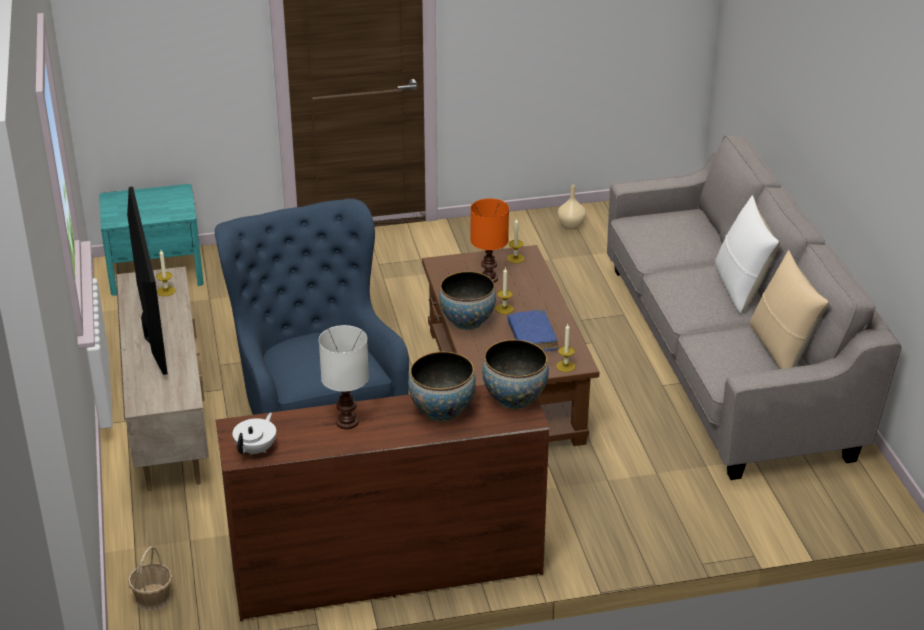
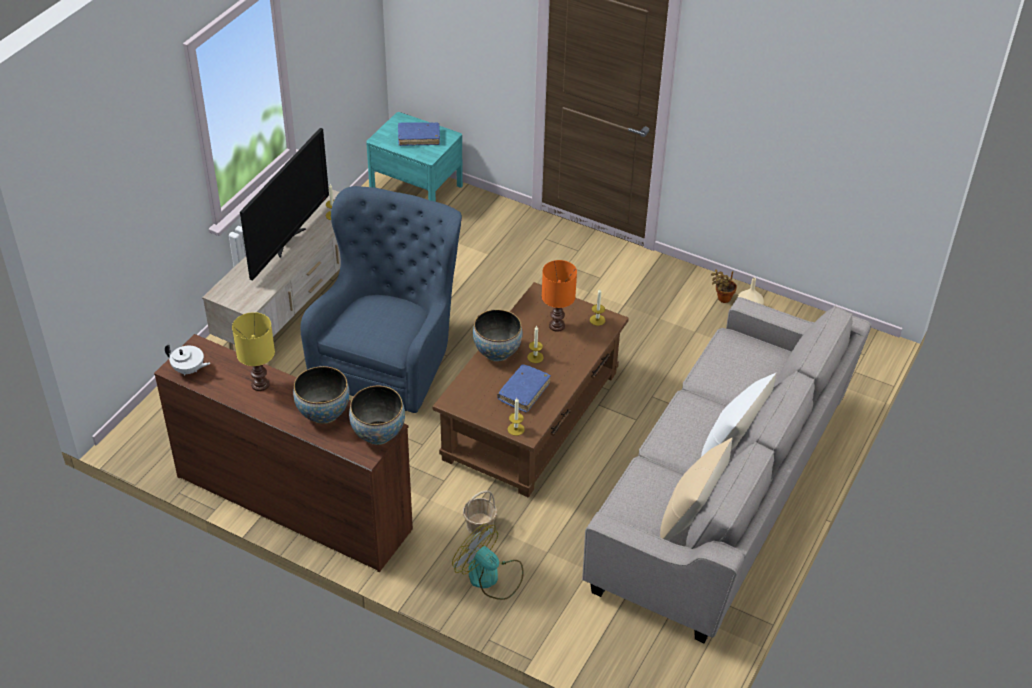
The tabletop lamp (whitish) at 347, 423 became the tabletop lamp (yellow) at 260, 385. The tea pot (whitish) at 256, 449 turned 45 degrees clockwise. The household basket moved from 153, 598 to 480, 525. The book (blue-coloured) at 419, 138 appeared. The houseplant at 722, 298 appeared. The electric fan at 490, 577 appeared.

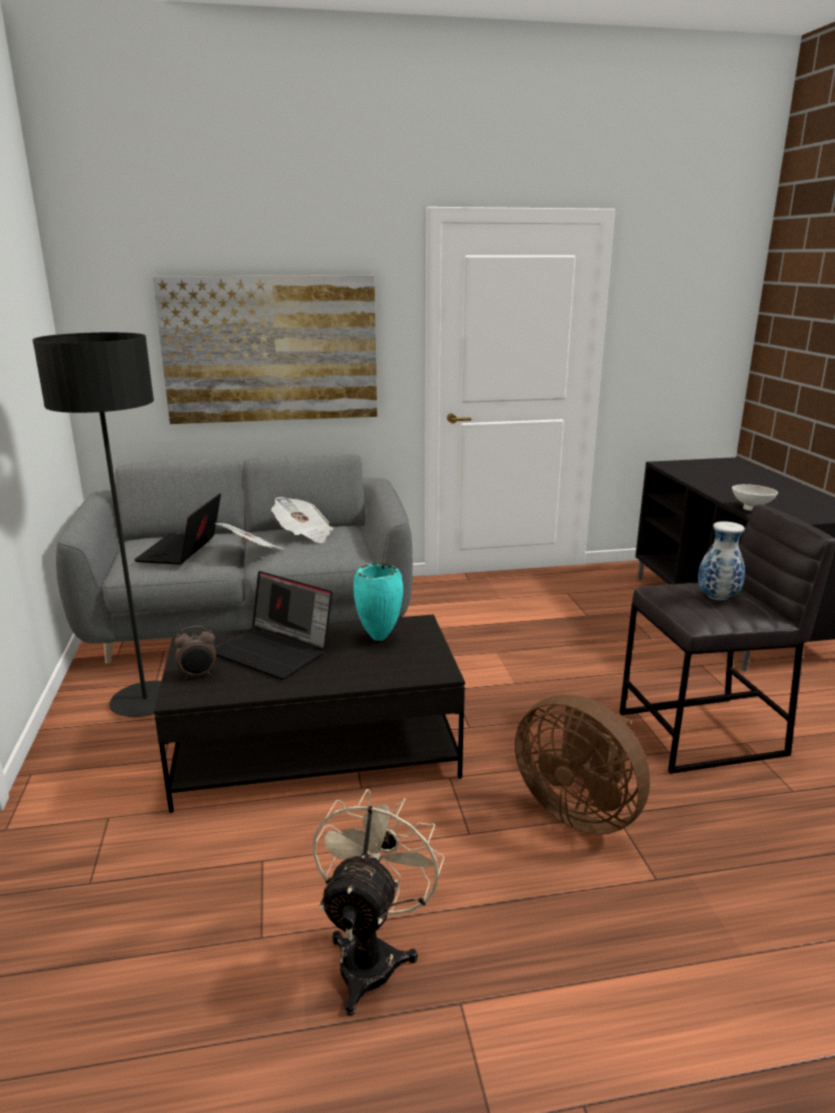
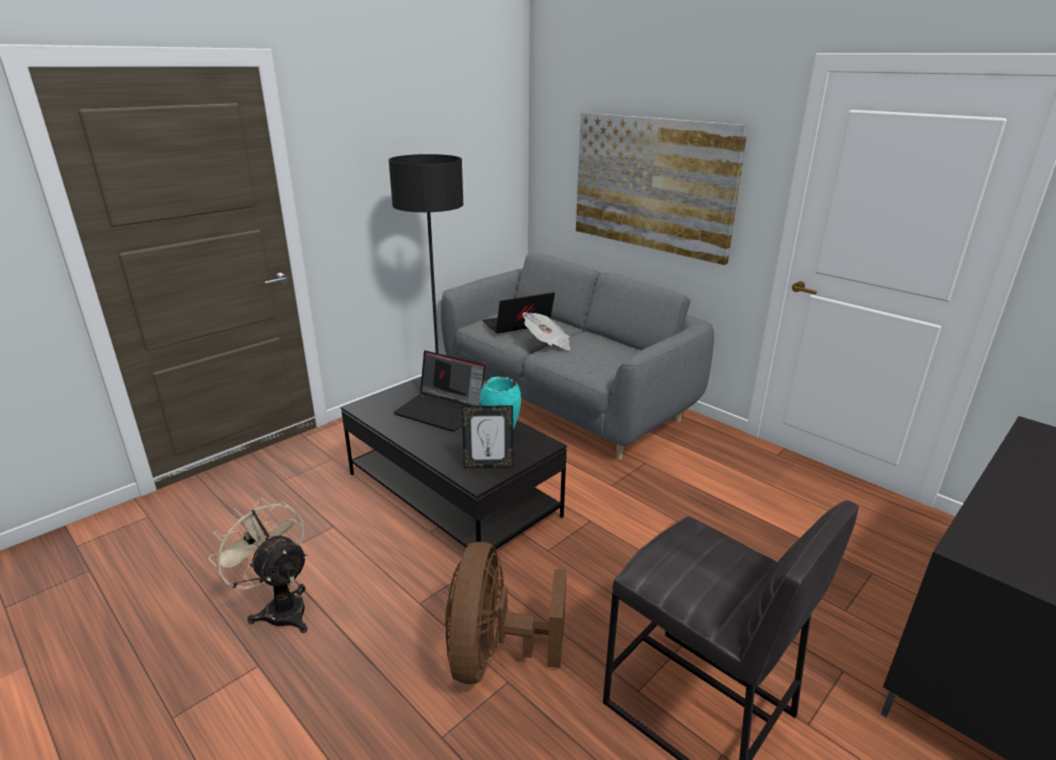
The deep dish (whitish) at 750, 508 disappeared. The daily paper at 304, 535 disappeared. The vase at 716, 597 disappeared. The notebook computer at 275, 651 turned 60 degrees counterclockwise. The bedside clock at 198, 675 disappeared. The electric fan (beige-coloured) at 372, 955 turned 120 degrees counterclockwise. The picture frame at 488, 465 appeared.

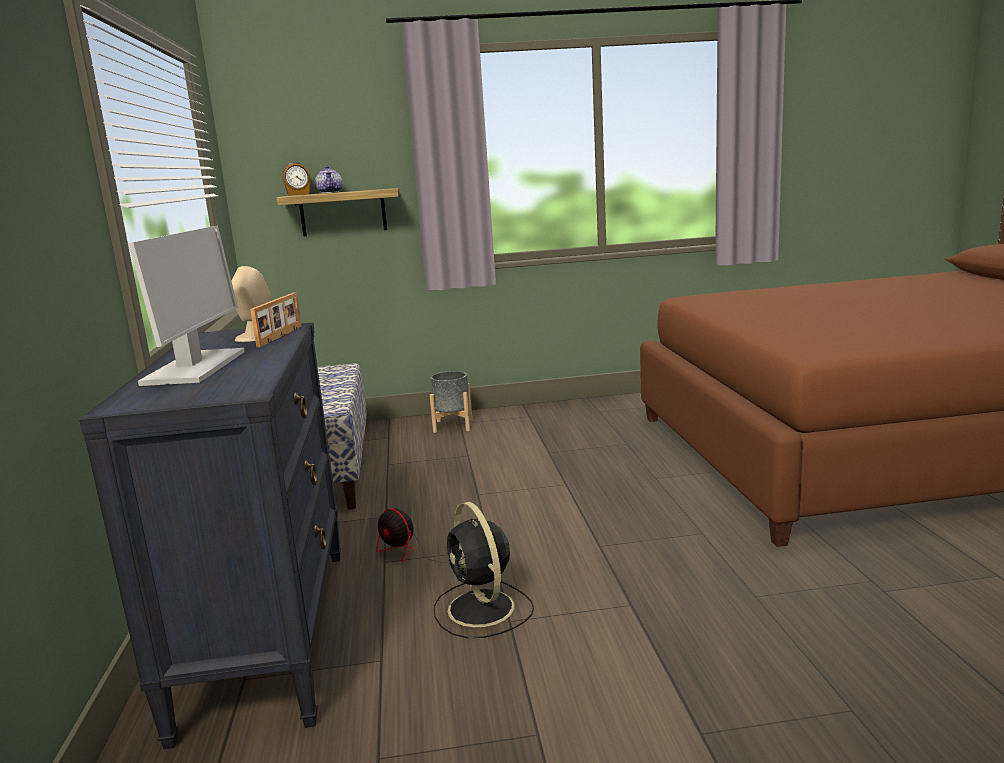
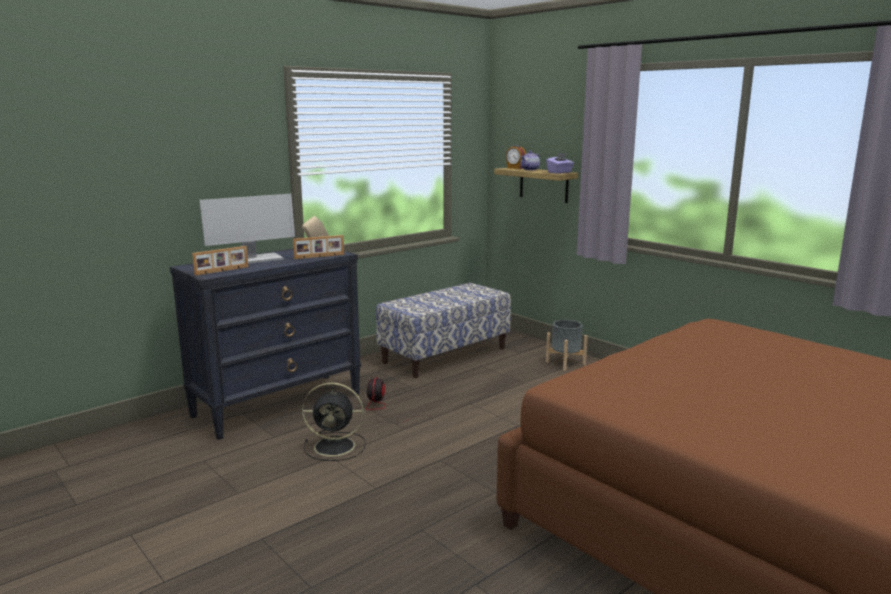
The electric fan (black) at 482, 610 turned 120 degrees counterclockwise. The tissue holder (purple) at 559, 172 appeared. The picture frame at 222, 271 appeared.

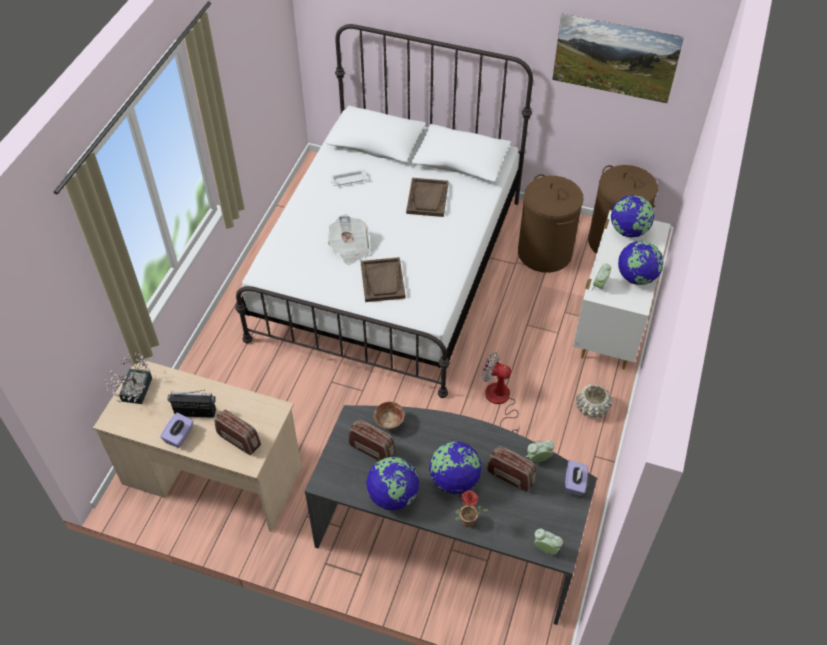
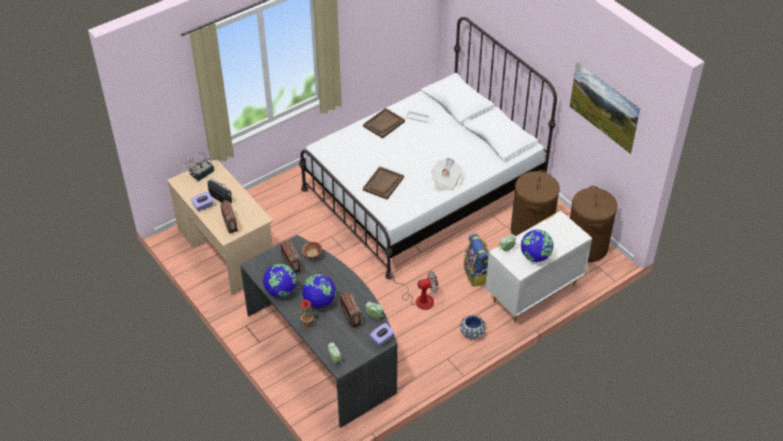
The serving tray (brown-coloured) moved from 427, 198 to 384, 124. The world globe at 629, 231 disappeared. The daily paper moved from 349, 248 to 445, 181. The electric fan at 500, 402 turned 105 degrees clockwise. The plant pot (beige-coloured) at 591, 408 became the plant pot (blue-coloured) at 472, 332. The knapsack at 476, 274 appeared.

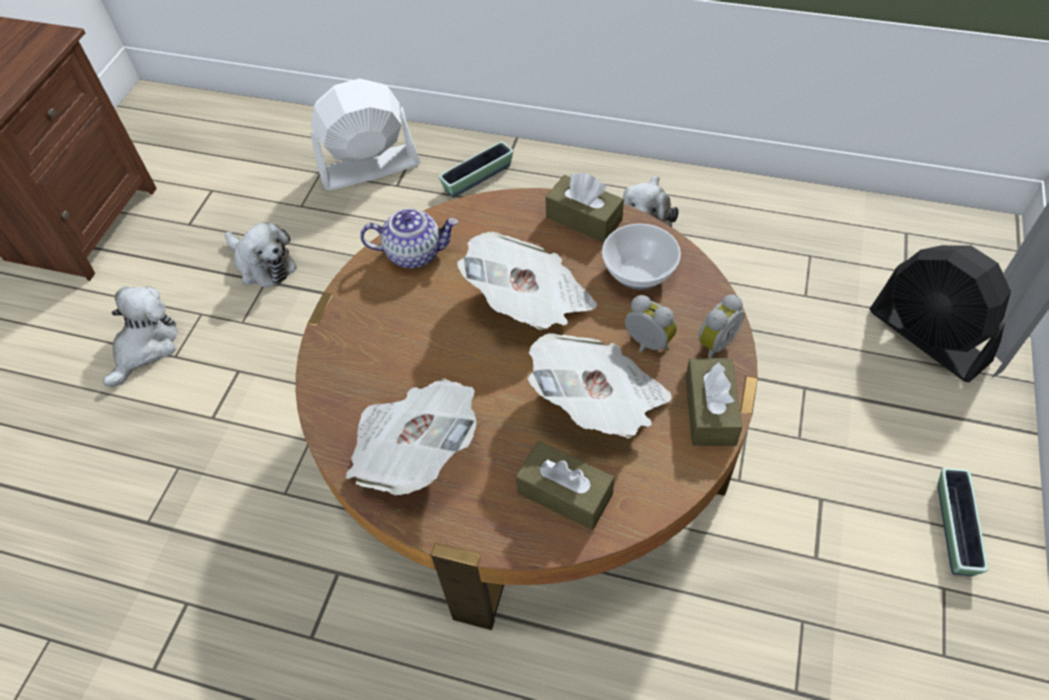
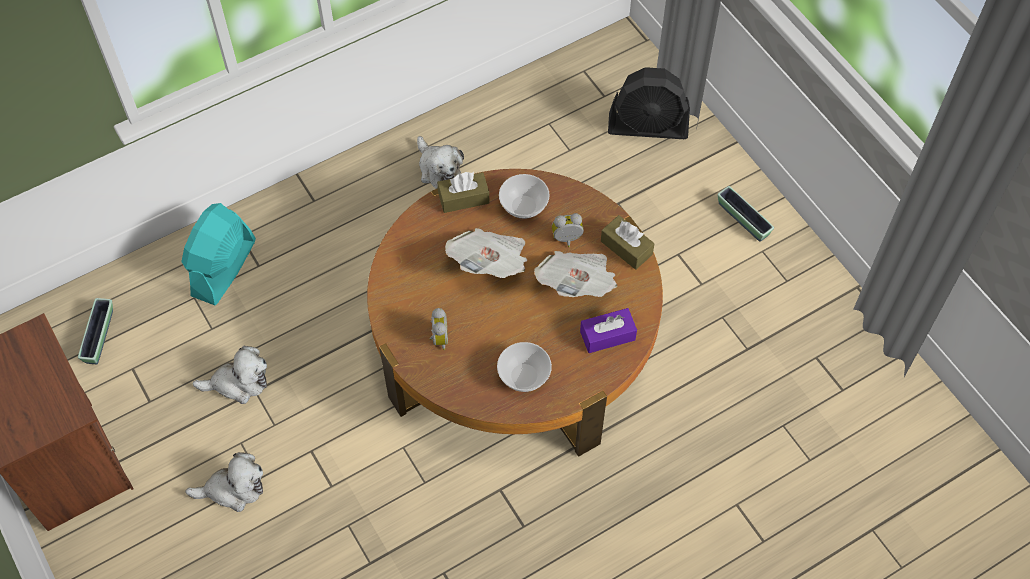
The electric fan (whitish) at 369, 167 became the electric fan (turquoise) at 223, 268. The plant pot moved from 478, 178 to 99, 336. The tea pot at 414, 253 disappeared. The plush toy at 146, 347 turned 105 degrees clockwise. The bedside clock moved from 714, 343 to 438, 338. The daily paper at 413, 451 was replaced by the deep dish at 523, 377. The tissue holder (brown-coloured) at 565, 493 became the tissue holder (purple) at 607, 335.

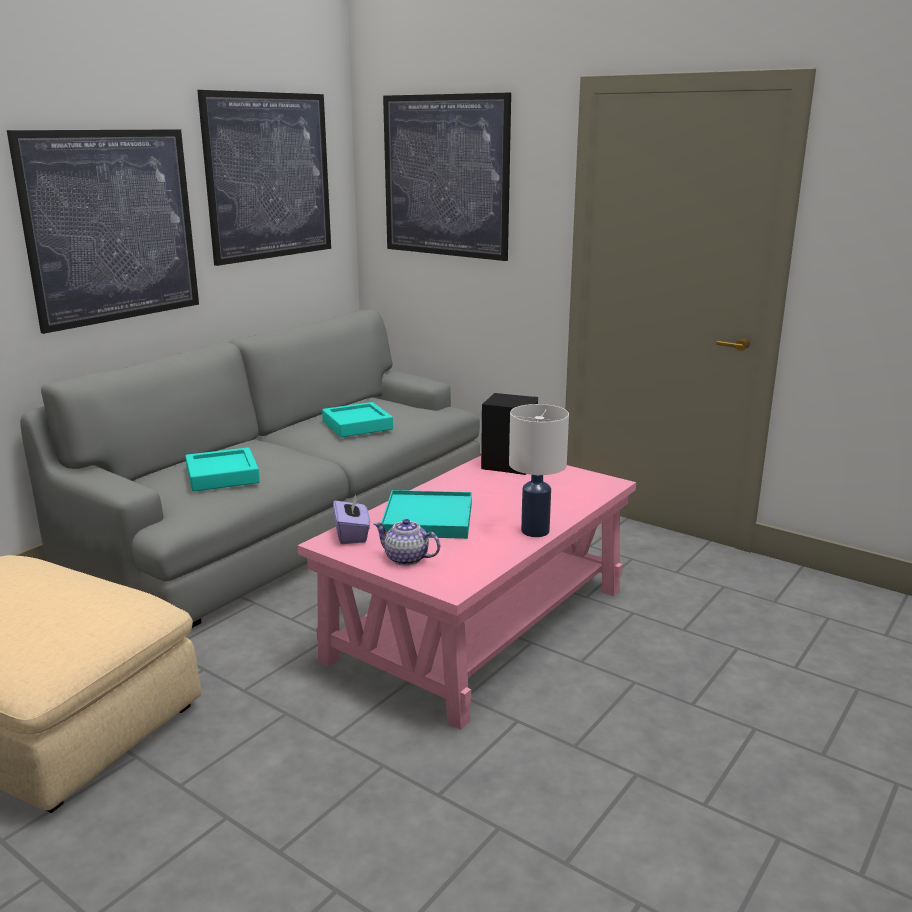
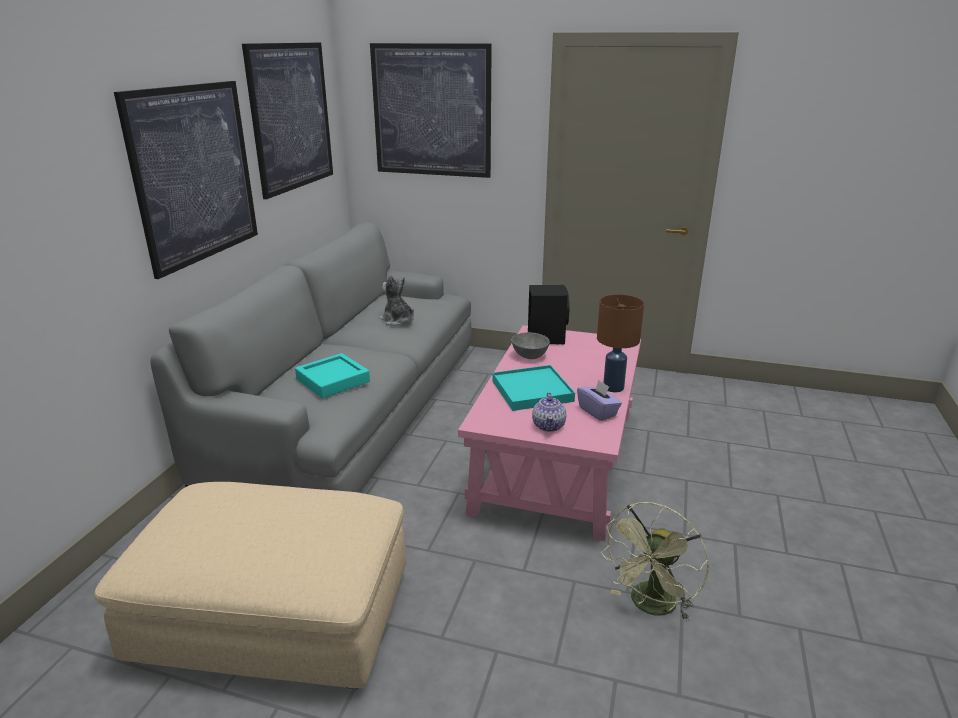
The serving tray (turquoise) at 357, 425 was replaced by the plush toy at 398, 320. The tabletop lamp (whitish) at 534, 531 became the tabletop lamp (brown-coloured) at 613, 388. The tissue holder (purple) moved from 352, 535 to 598, 412. The tea pot at 407, 559 turned 90 degrees counterclockwise. The deep dish (greyish) at 529, 355 appeared. The electric fan (green) at 651, 607 appeared.

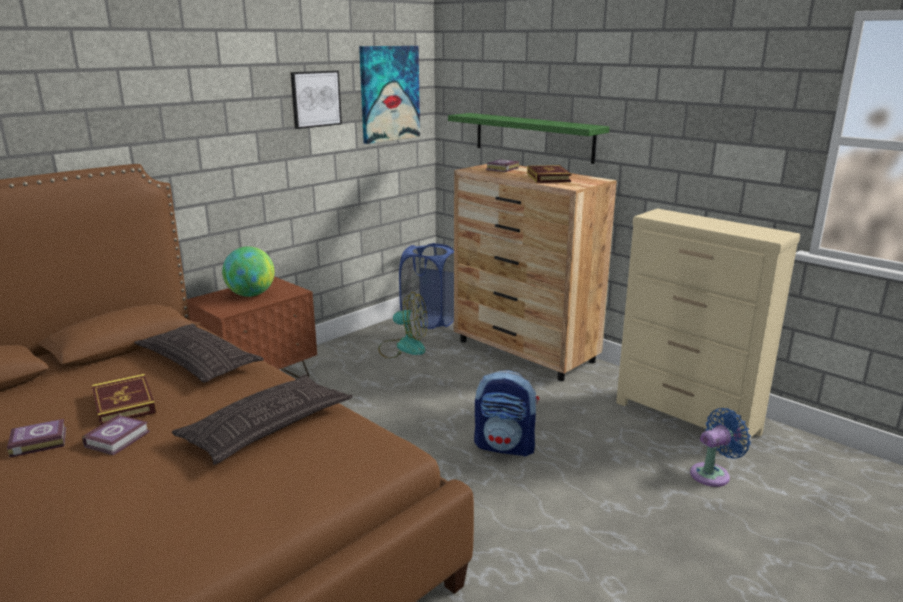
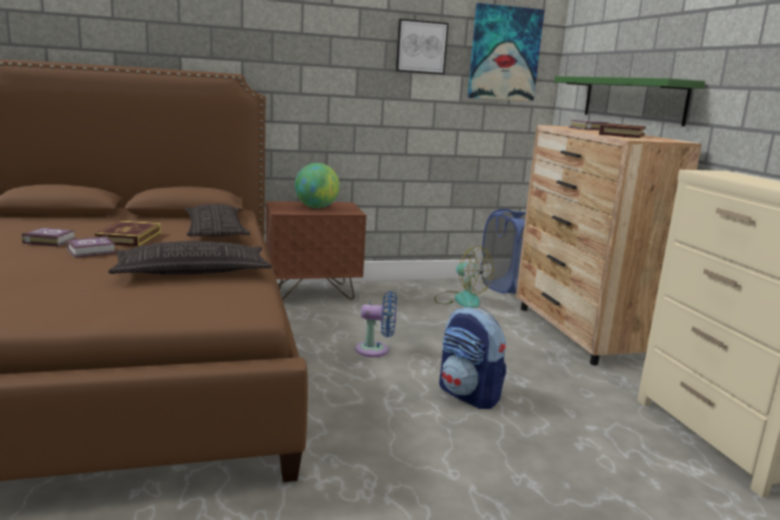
The electric fan (blue-coloured) moved from 713, 474 to 376, 350.

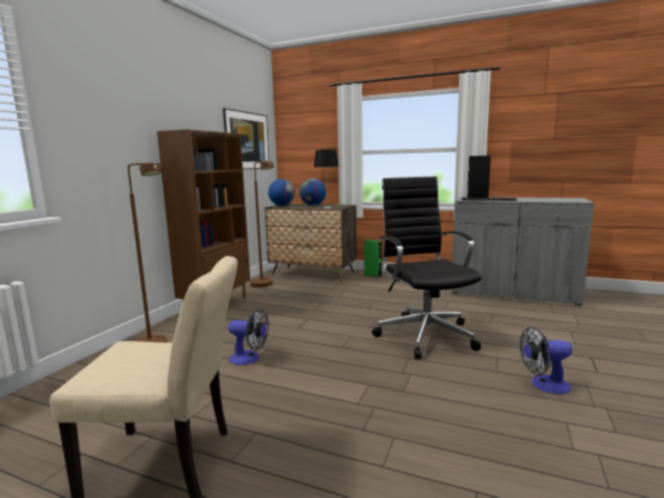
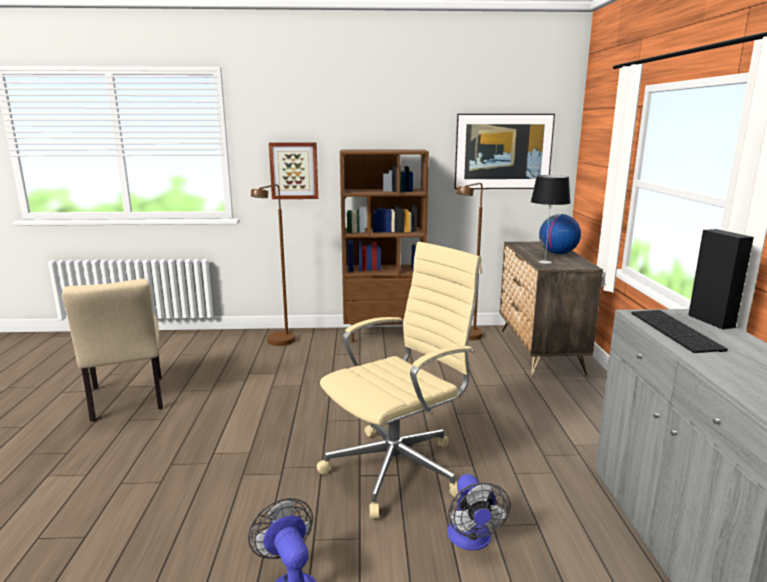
The desk chair (black) at 425, 334 became the desk chair (beige-coloured) at 398, 468. The world globe at 282, 205 disappeared. The loudspeaker (green) at 373, 275 disappeared. The electric fan moved from 249, 359 to 471, 540. The picture at 294, 170 appeared.

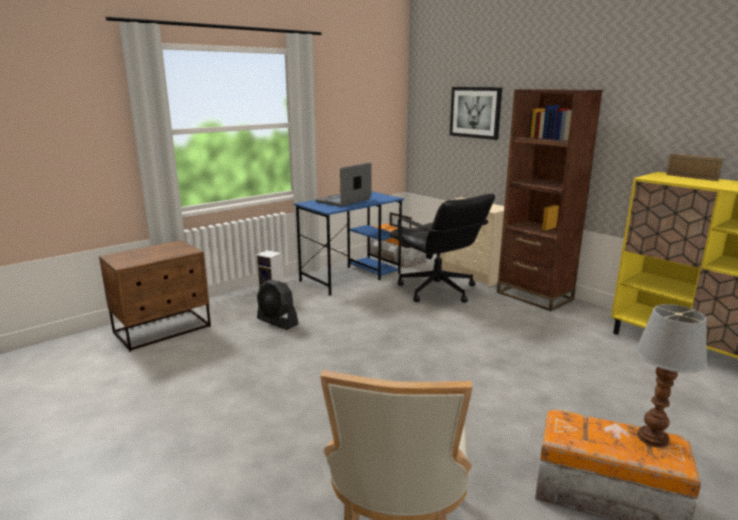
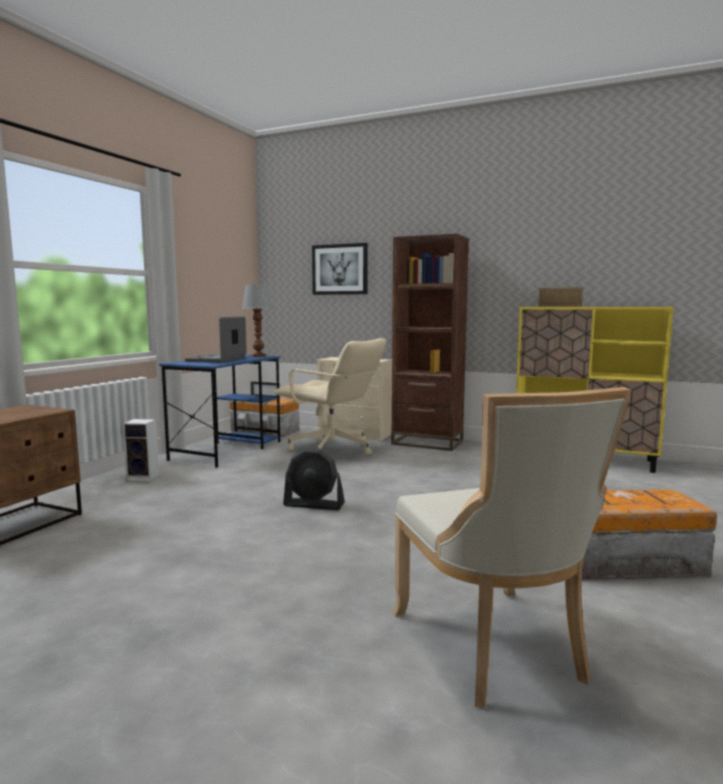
The desk chair (black) at 437, 291 became the desk chair (beige-coloured) at 332, 450. The electric fan (black) moved from 277, 322 to 314, 505. The tabletop lamp moved from 654, 438 to 259, 356.

